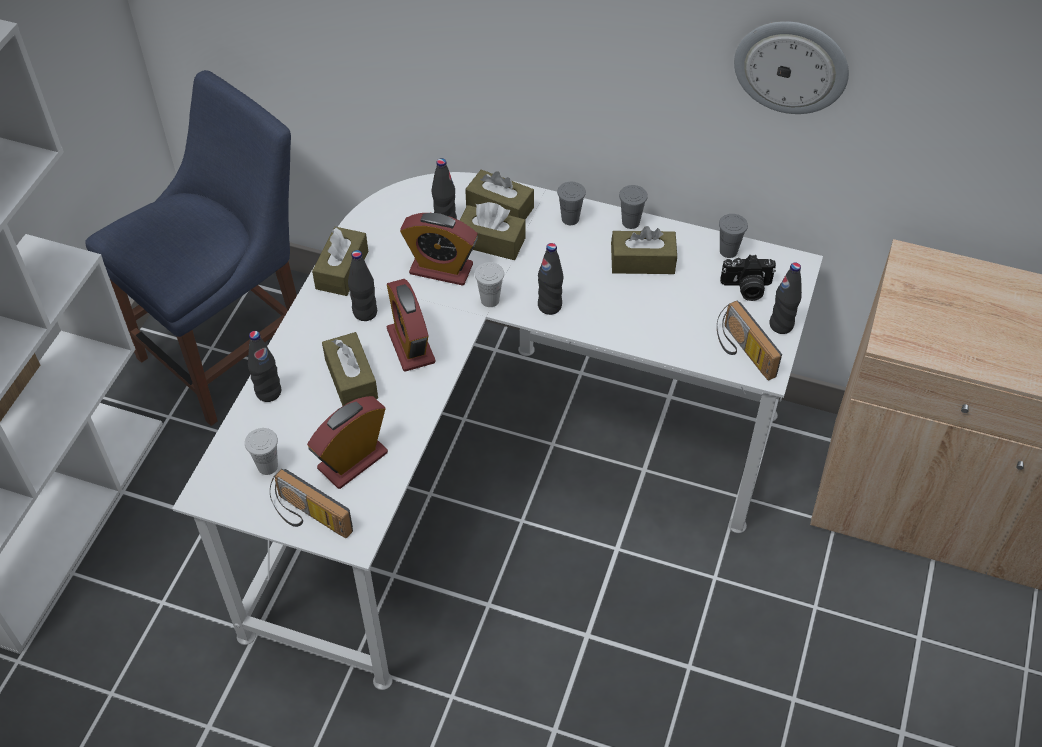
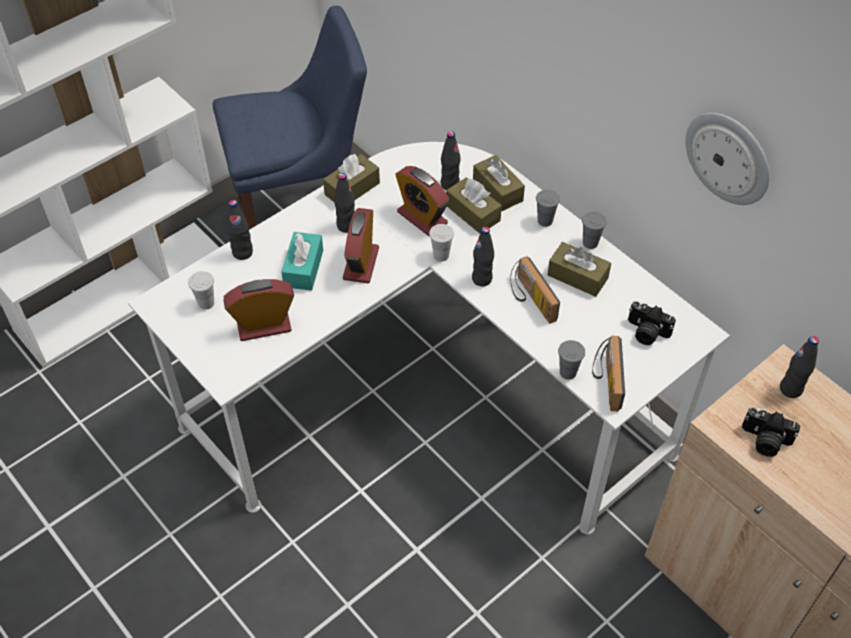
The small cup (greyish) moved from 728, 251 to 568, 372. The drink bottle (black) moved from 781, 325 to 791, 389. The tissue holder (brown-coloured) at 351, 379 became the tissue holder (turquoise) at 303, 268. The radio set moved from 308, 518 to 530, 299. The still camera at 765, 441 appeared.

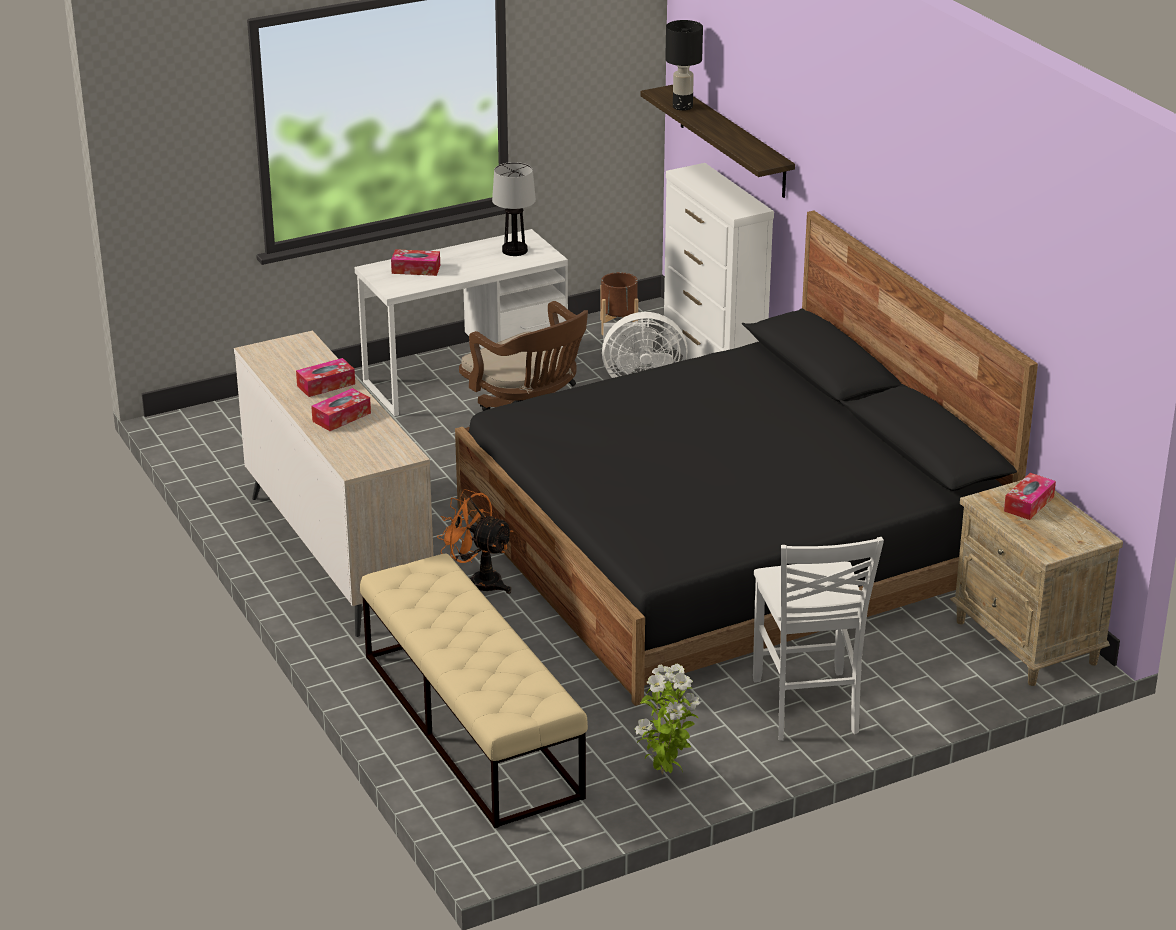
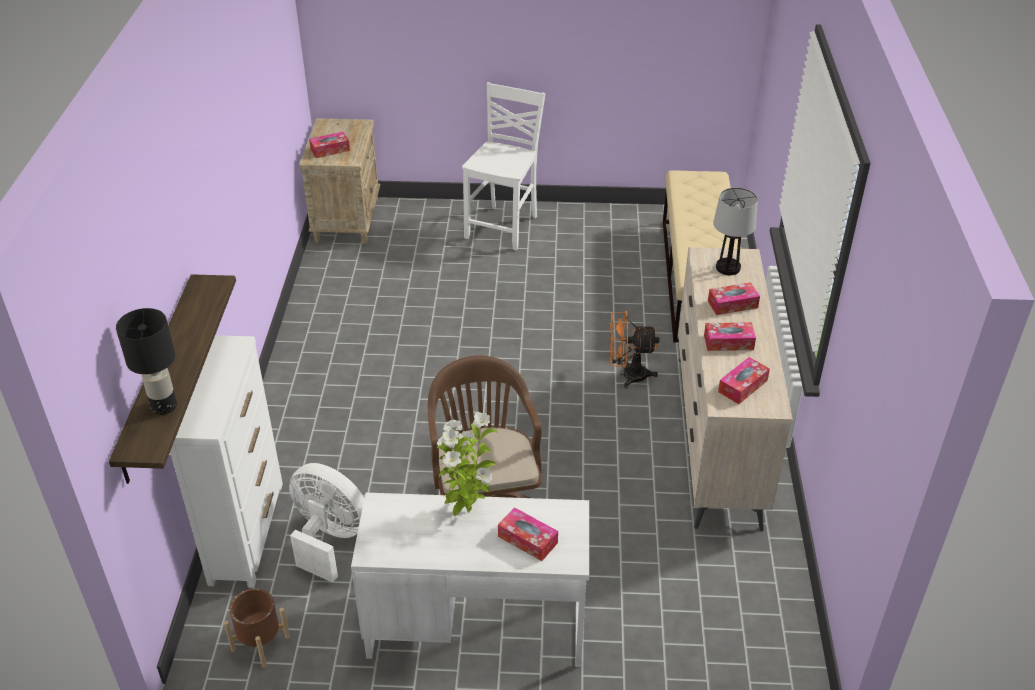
The tabletop lamp moved from 514, 250 to 728, 268. The bed (black) at 729, 547 disappeared. The electric fan (orangey) at 478, 581 turned 120 degrees clockwise. The houseplant moved from 664, 774 to 466, 510. The tissue holder at 742, 386 appeared.

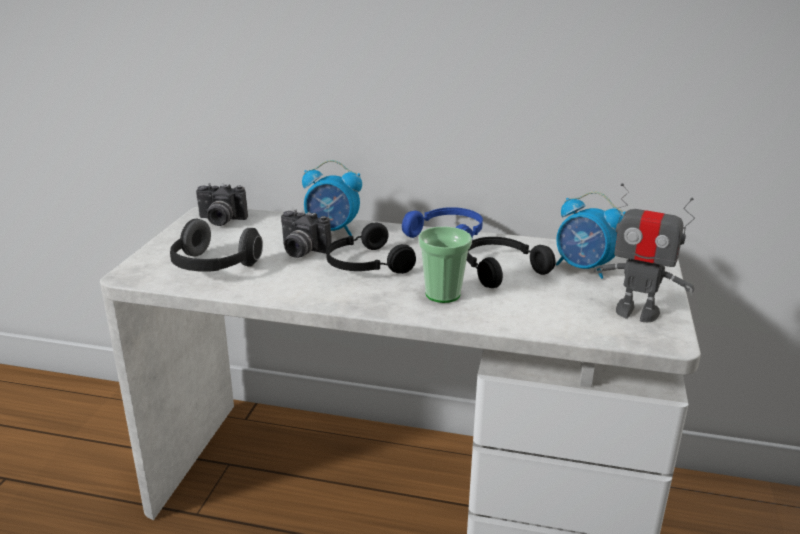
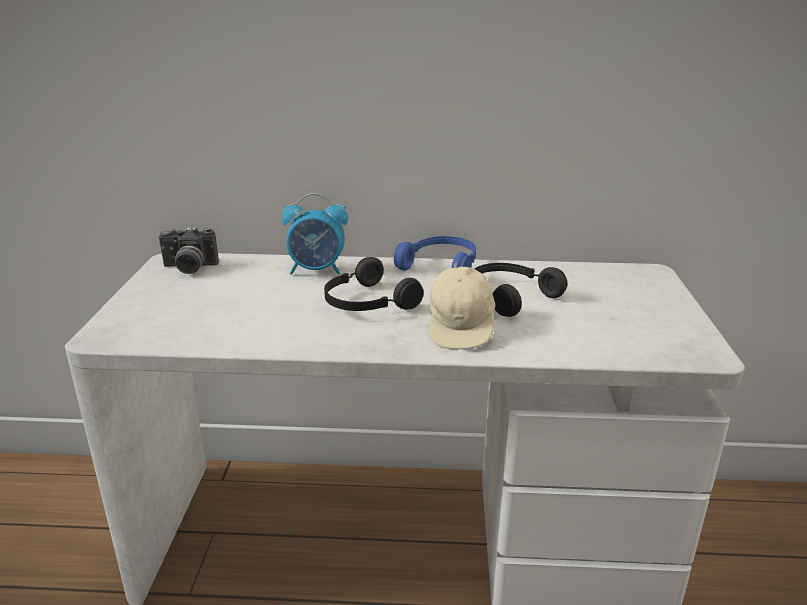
The model robot at 636, 312 disappeared. The bedside clock at 584, 268 disappeared. The still camera at 301, 251 disappeared. The headset at 213, 267 disappeared. The small cup at 442, 294 was replaced by the baseball cap (beige-coloured) at 461, 328.

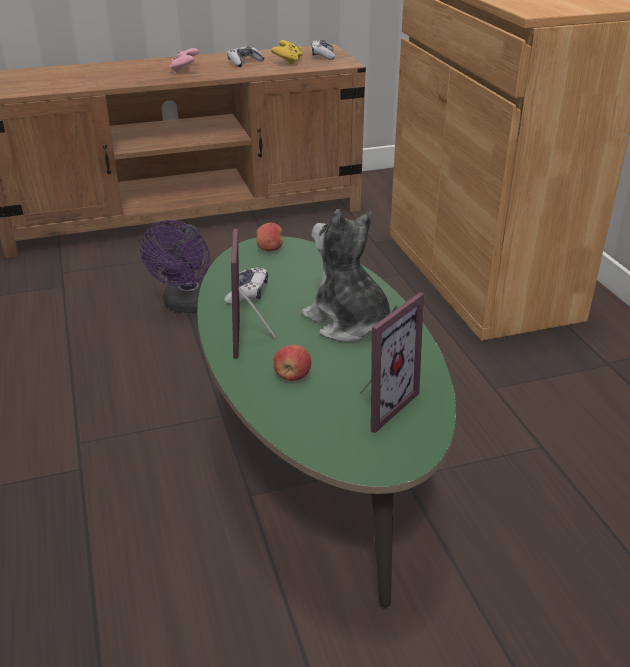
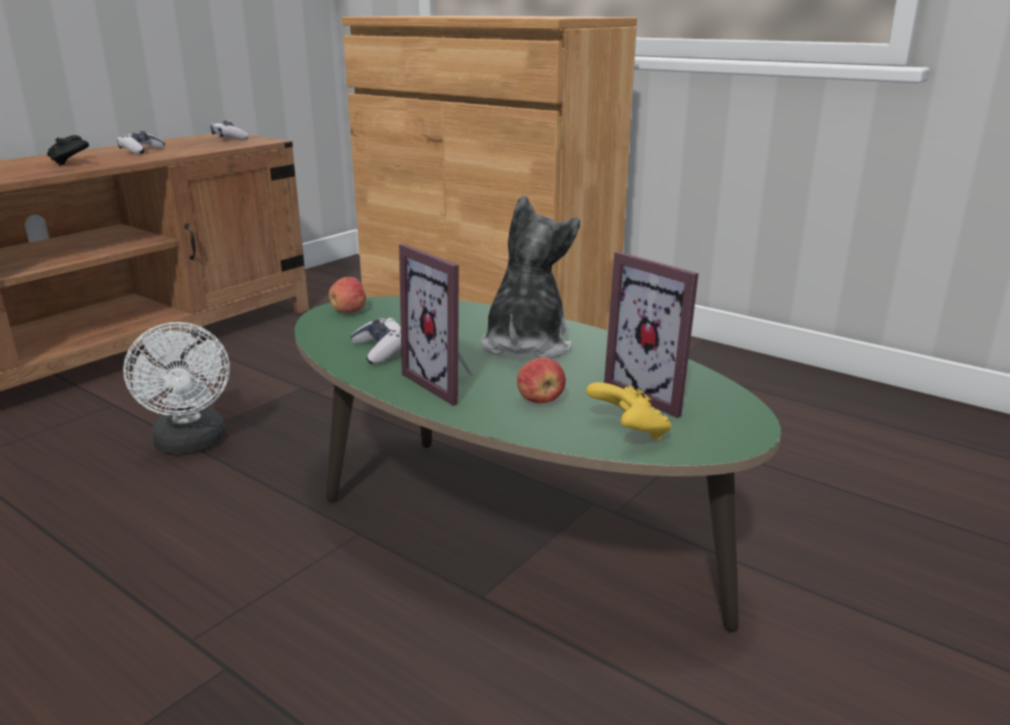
The joypad (yellow) moved from 287, 62 to 629, 432. The joypad (pink) at 184, 70 became the joypad (black) at 70, 163. The plush toy at 348, 322 turned 90 degrees clockwise. The electric fan (purple) at 187, 305 became the electric fan (whitish) at 191, 444. The picture frame at 378, 404 turned 135 degrees clockwise.

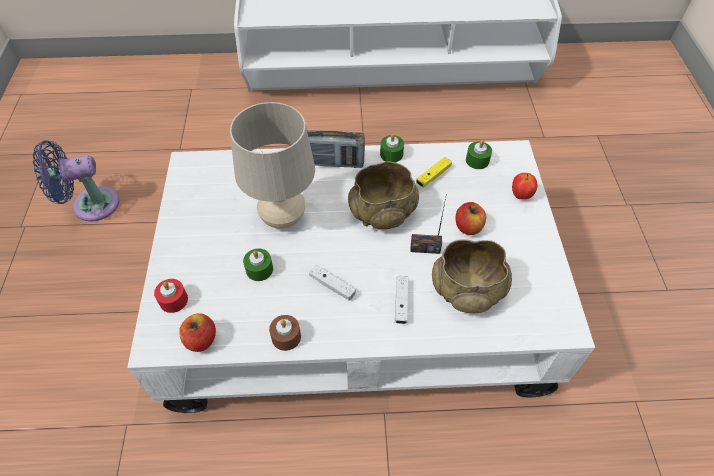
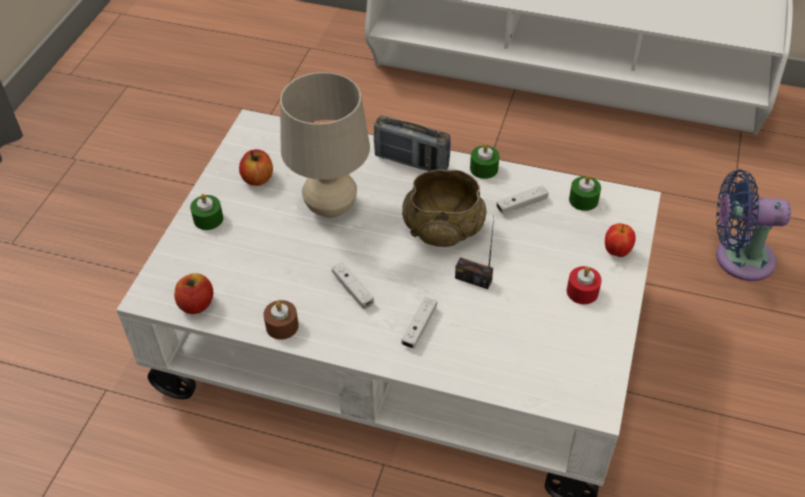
The electric fan (blue-coloured) moved from 91, 205 to 737, 258. The joypad (yellow) at 433, 176 became the joypad (whitish) at 521, 204. The whole apple moved from 468, 227 to 258, 178. The deep dish (beige-coloured) at 467, 289 disappeared. The wax light (green) moved from 259, 269 to 208, 219. The wax light (red-coloured) moved from 173, 300 to 582, 291.

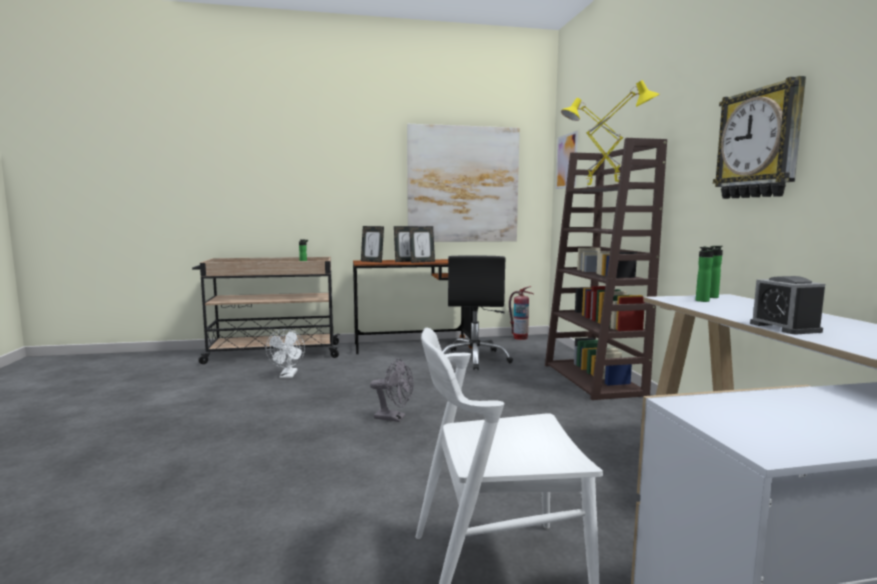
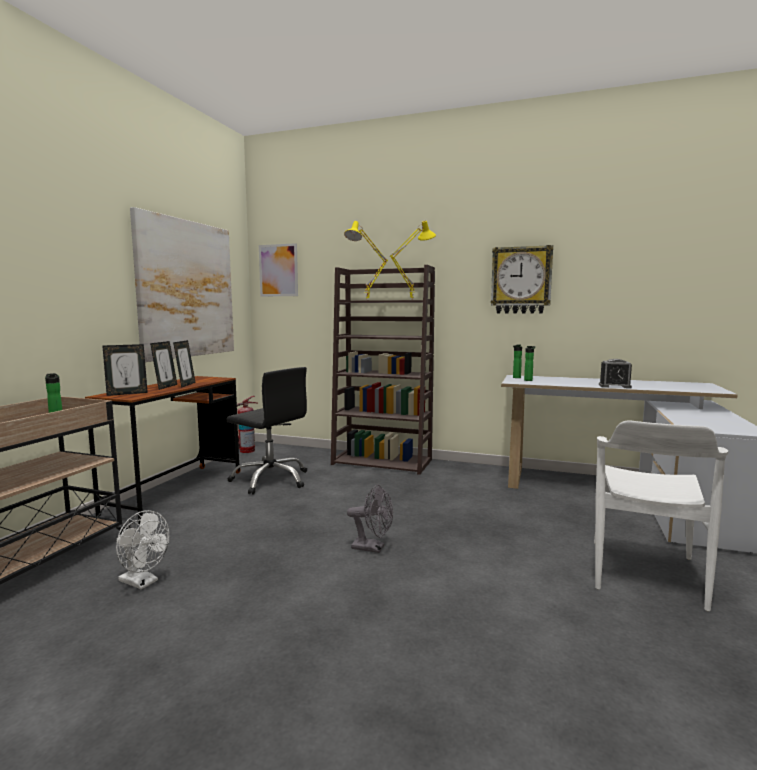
The electric fan (greyish) at 394, 418 turned 60 degrees clockwise.

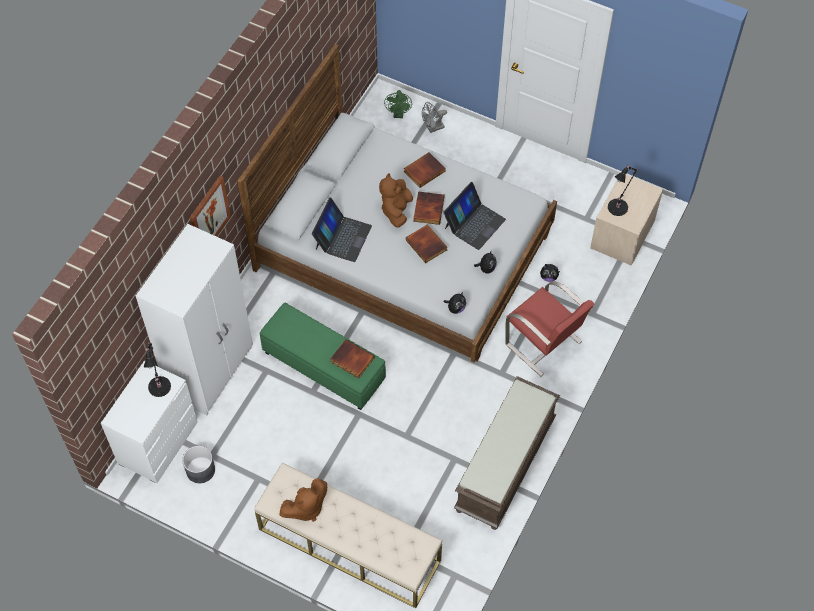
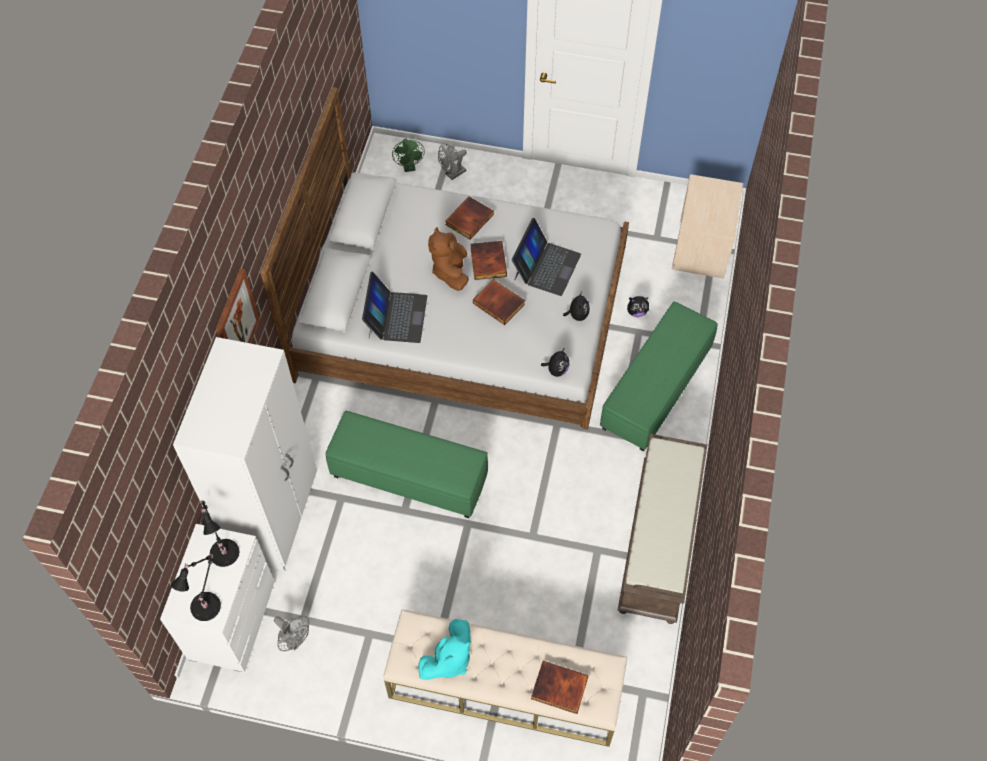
The tabletop lamp (black) moved from 619, 206 to 207, 604. The chair (red-coloured) at 544, 344 was replaced by the pouffe (green) at 656, 389. The book moved from 351, 360 to 558, 689. The plant pot (greyish) at 200, 469 was replaced by the electric fan (greyish) at 294, 640. The plush toy (brown-coloured) at 305, 508 became the plush toy (turquoise) at 448, 660.

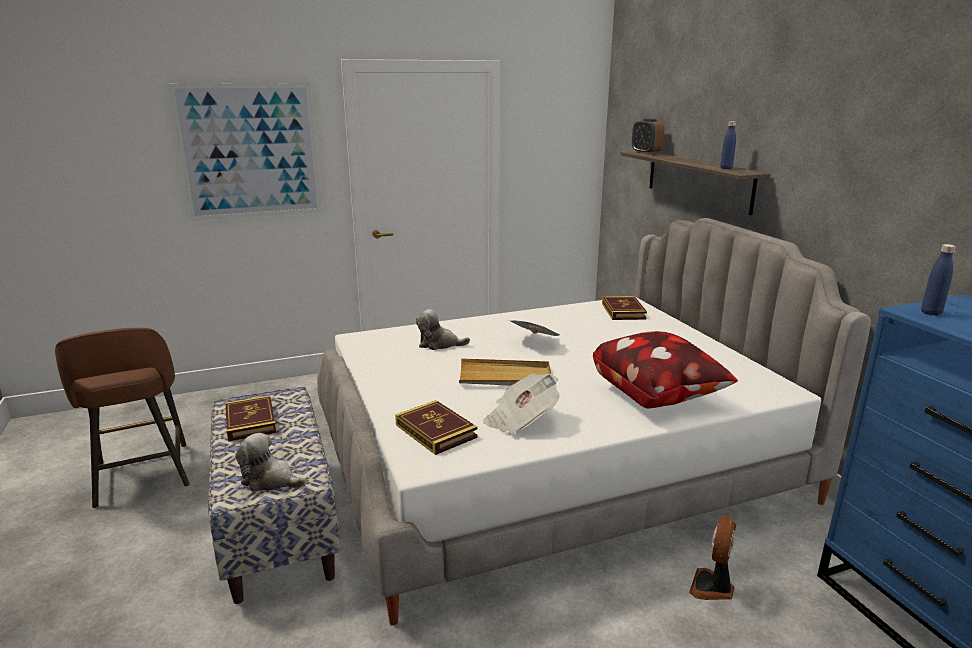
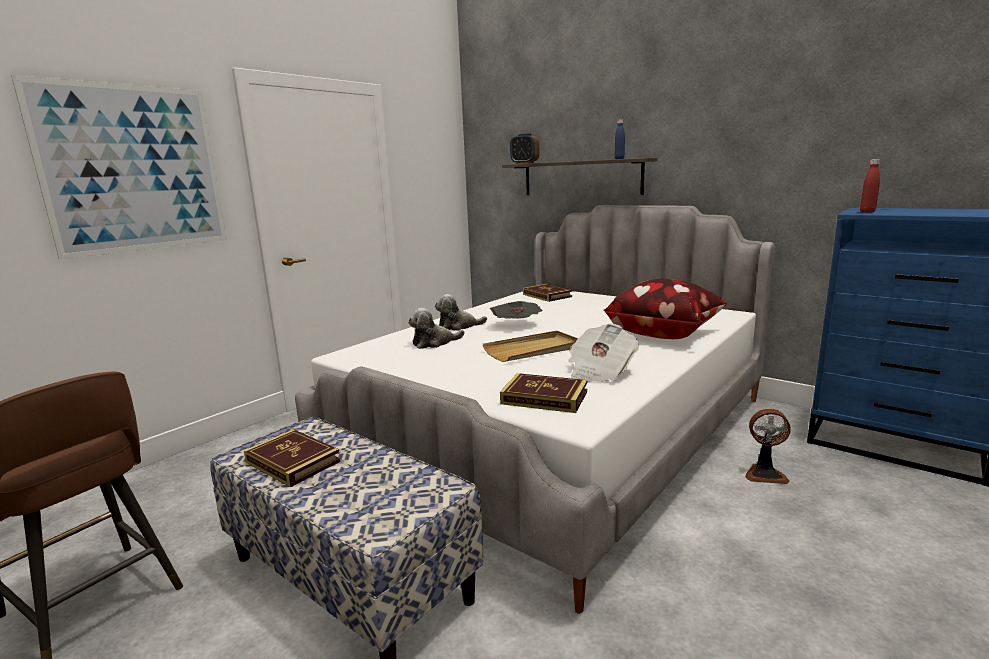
The drink bottle (blue-coloured) at 931, 313 became the drink bottle (red-coloured) at 867, 212. The plush toy moved from 270, 480 to 458, 326. The electric fan at 713, 587 turned 75 degrees counterclockwise.

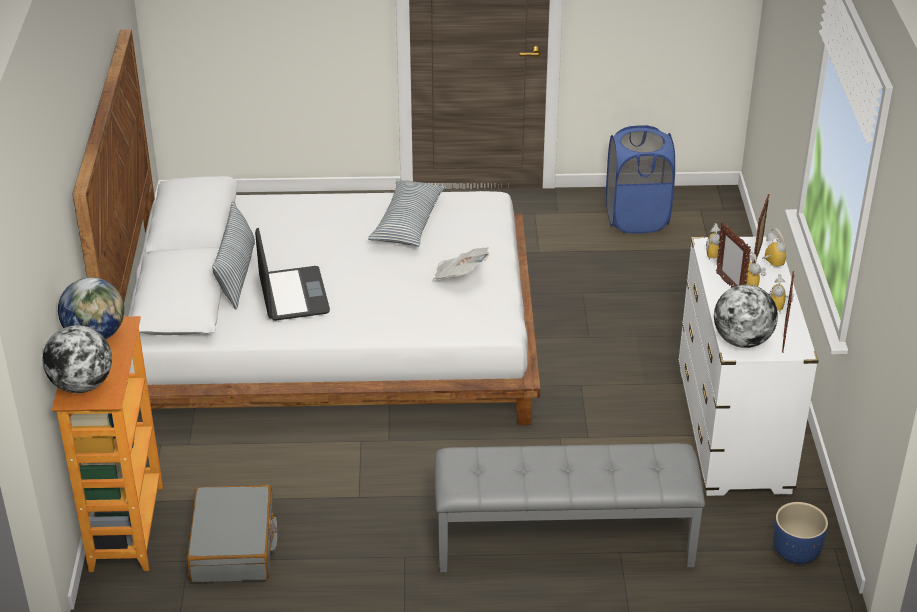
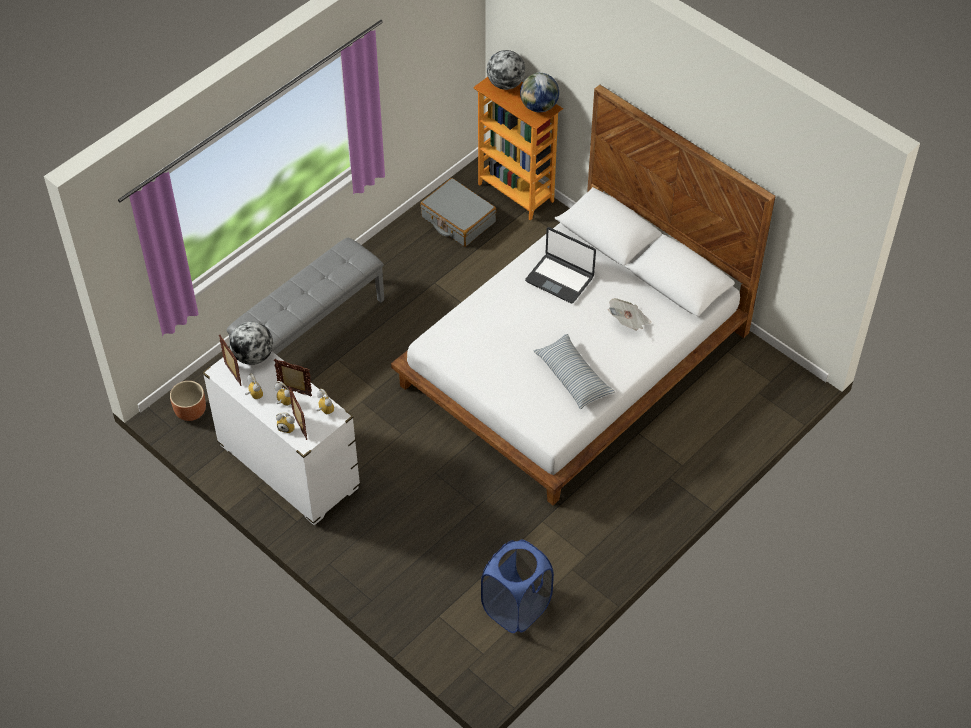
The cushion at 237, 275 disappeared. The daily paper moved from 460, 276 to 628, 322. The plant pot (blue-coloured) at 796, 552 became the plant pot (brown-coloured) at 190, 411.

